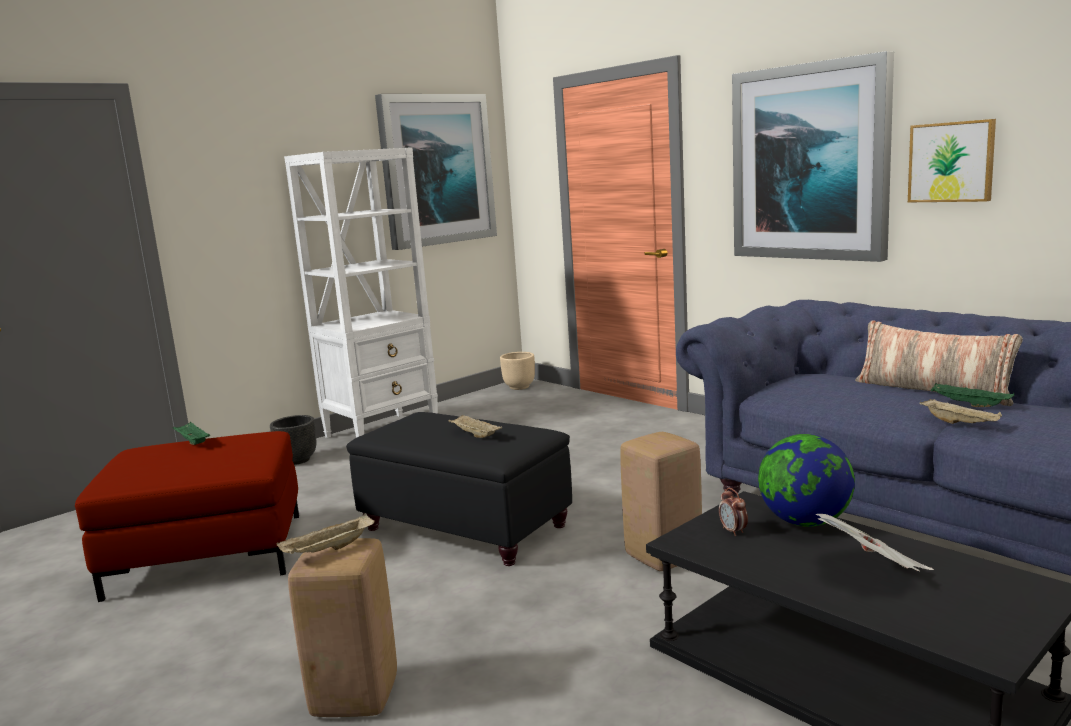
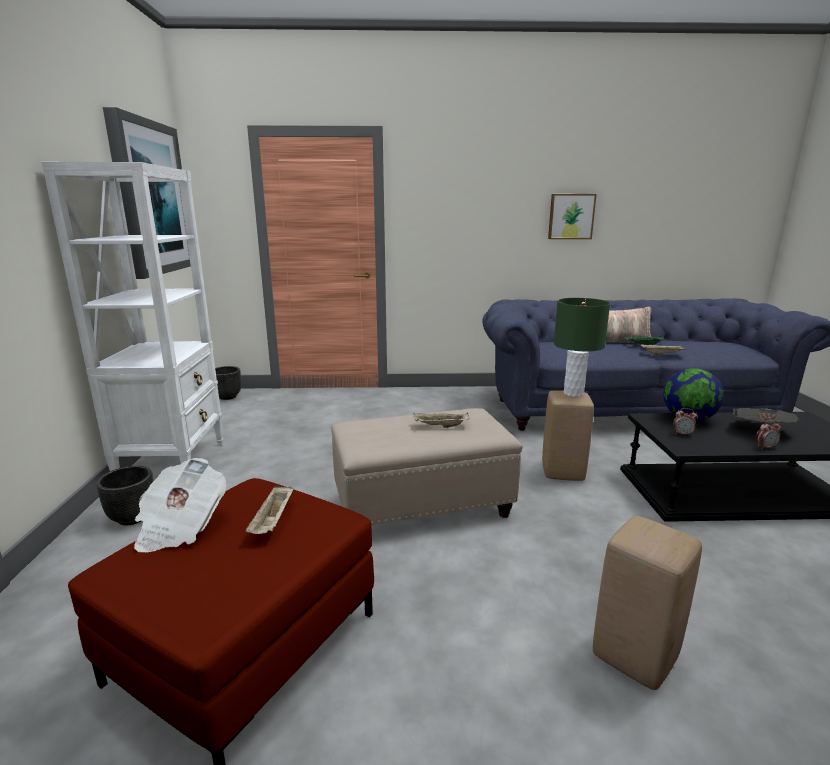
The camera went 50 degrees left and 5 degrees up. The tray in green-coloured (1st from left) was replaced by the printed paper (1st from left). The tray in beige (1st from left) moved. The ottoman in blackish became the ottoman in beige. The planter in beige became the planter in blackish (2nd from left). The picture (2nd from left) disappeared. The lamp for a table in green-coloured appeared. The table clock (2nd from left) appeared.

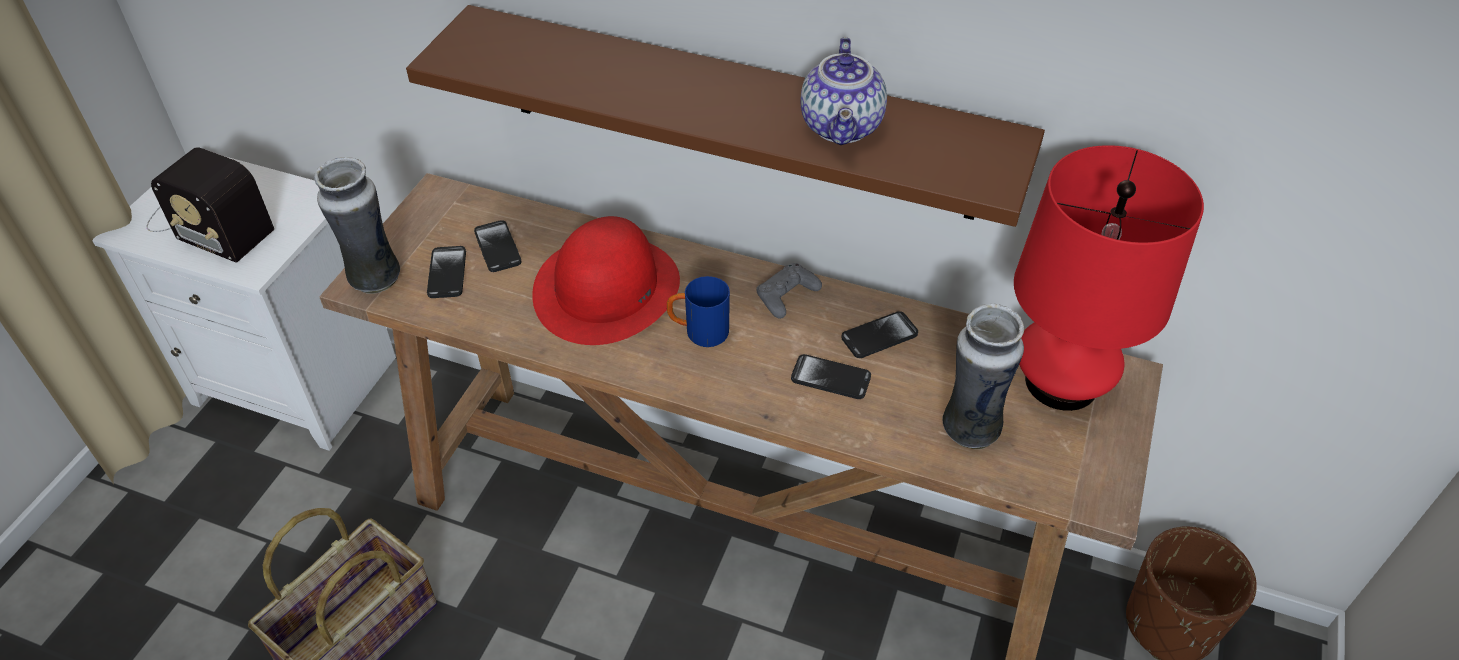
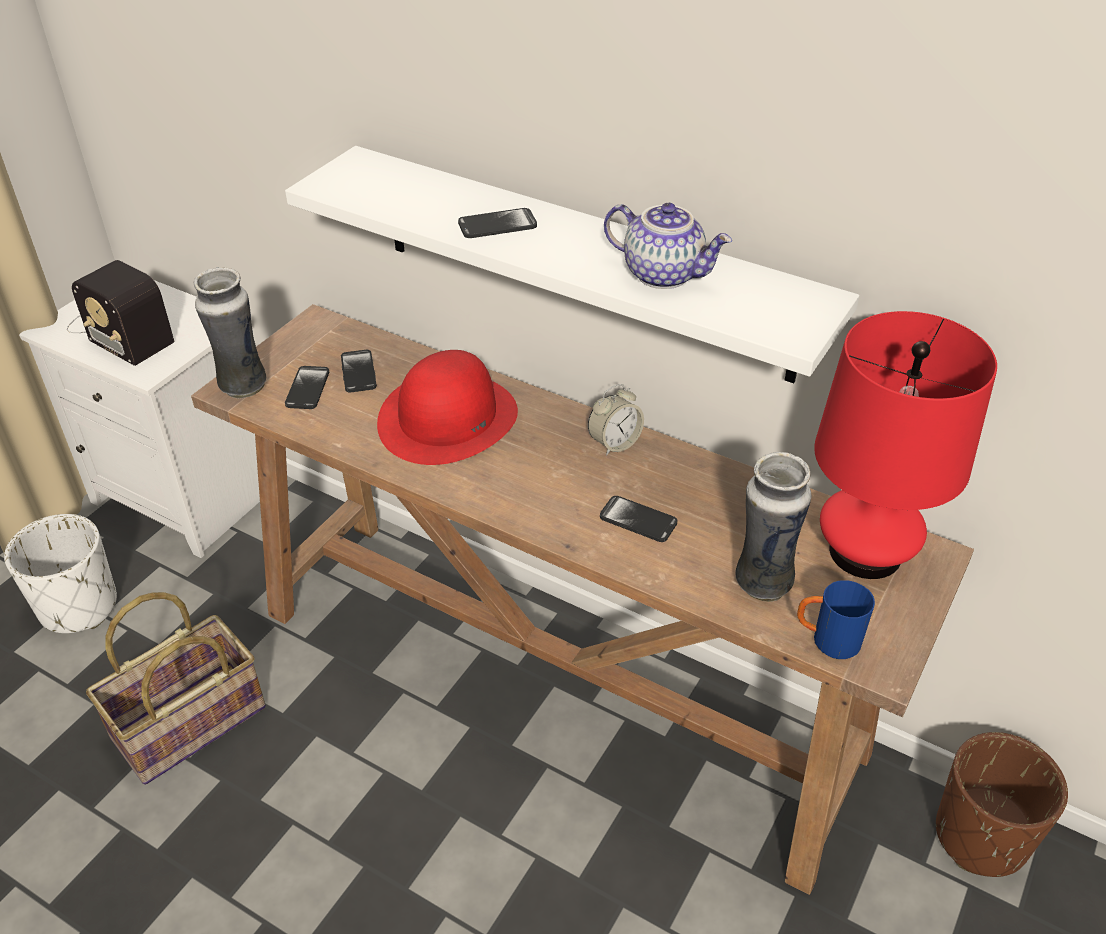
The camera went 10 degrees right and 5 degrees down. The shelf in brown-coloured became the shelf in white-coloured. The coffee mug in blue-coloured moved. The gamepad in gray was replaced by the table clock. The pot for tea turned 75 degrees counterclockwise. The telephone (4th from left in the first image) moved. The planter in white-coloured appeared.

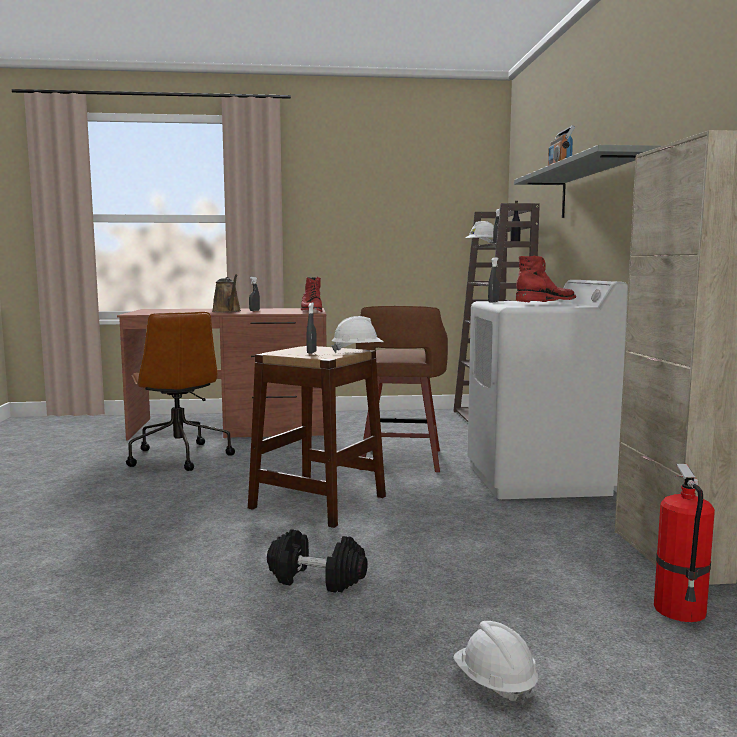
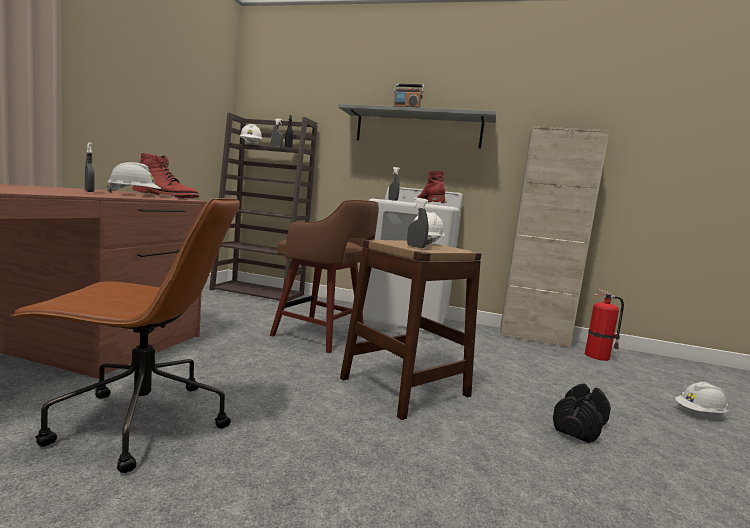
The camera went 70 degrees left and 0 degrees up. The watering can in brown-coloured disappeared. The safety helmet in white-coloured (1st from left) appeared.

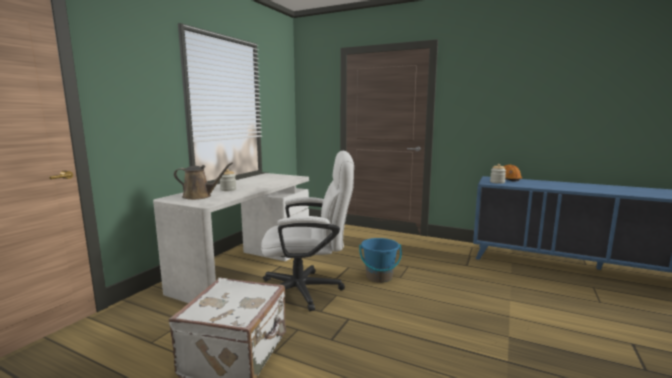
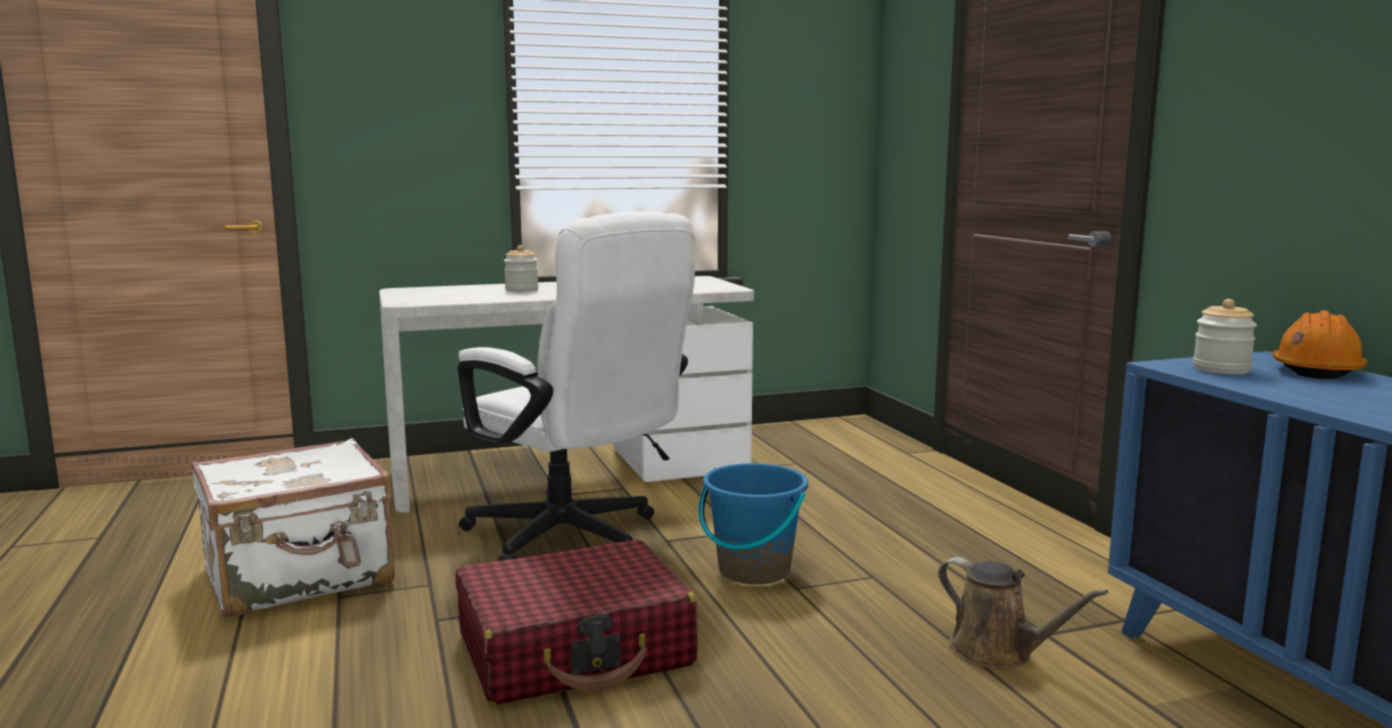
The camera went 45 degrees right and 0 degrees up. The watering can in brown-coloured moved. The travel case in reddish appeared.

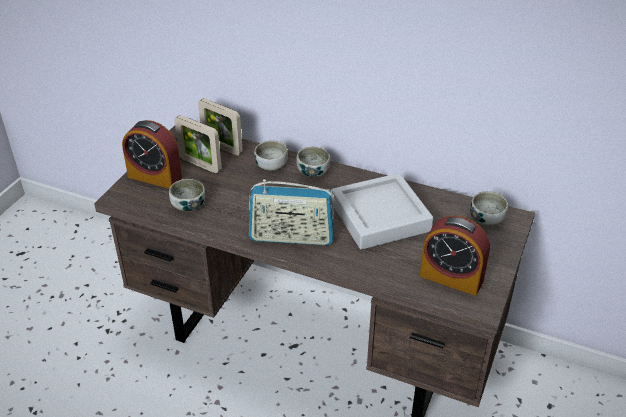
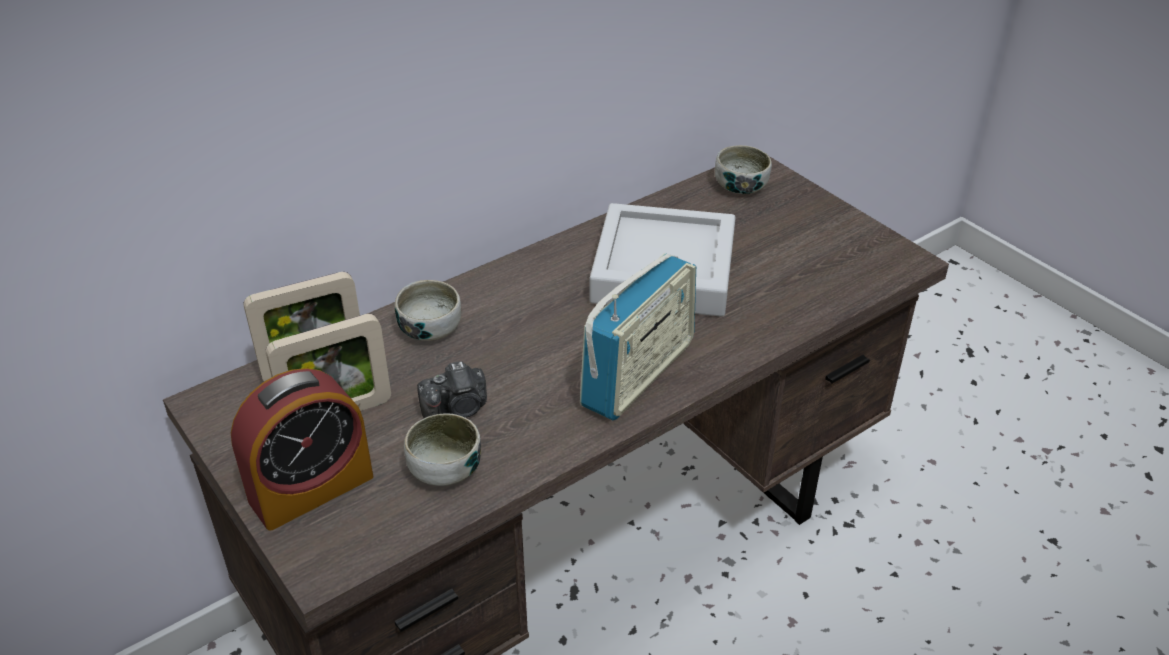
The camera went 60 degrees left and 0 degrees up. The bowl (3rd from left) disappeared. The table clock (2nd from left) disappeared. The still camera appeared.

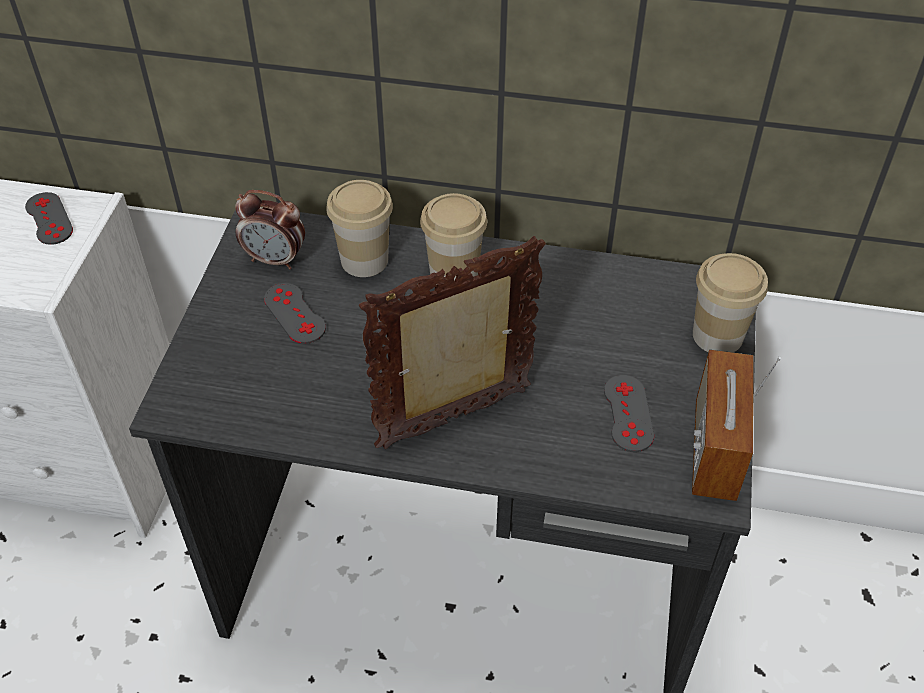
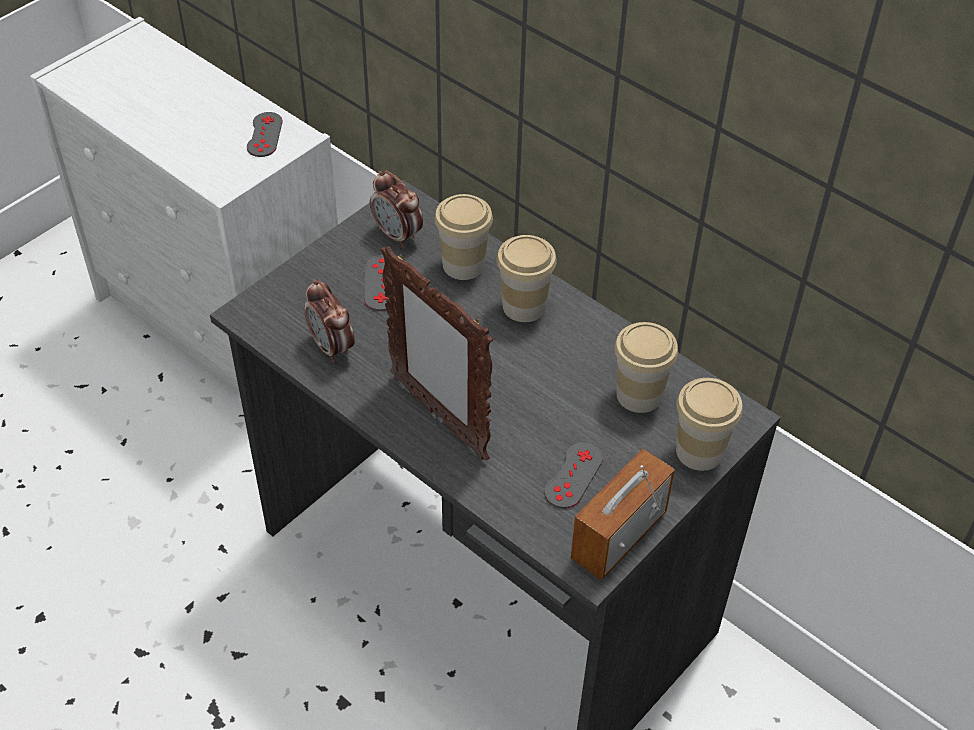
The camera went 30 degrees right and 0 degrees up. The standing frame turned 135 degrees counterclockwise. The table clock (1st from left) appeared. The drinking cup (3rd from left) appeared.

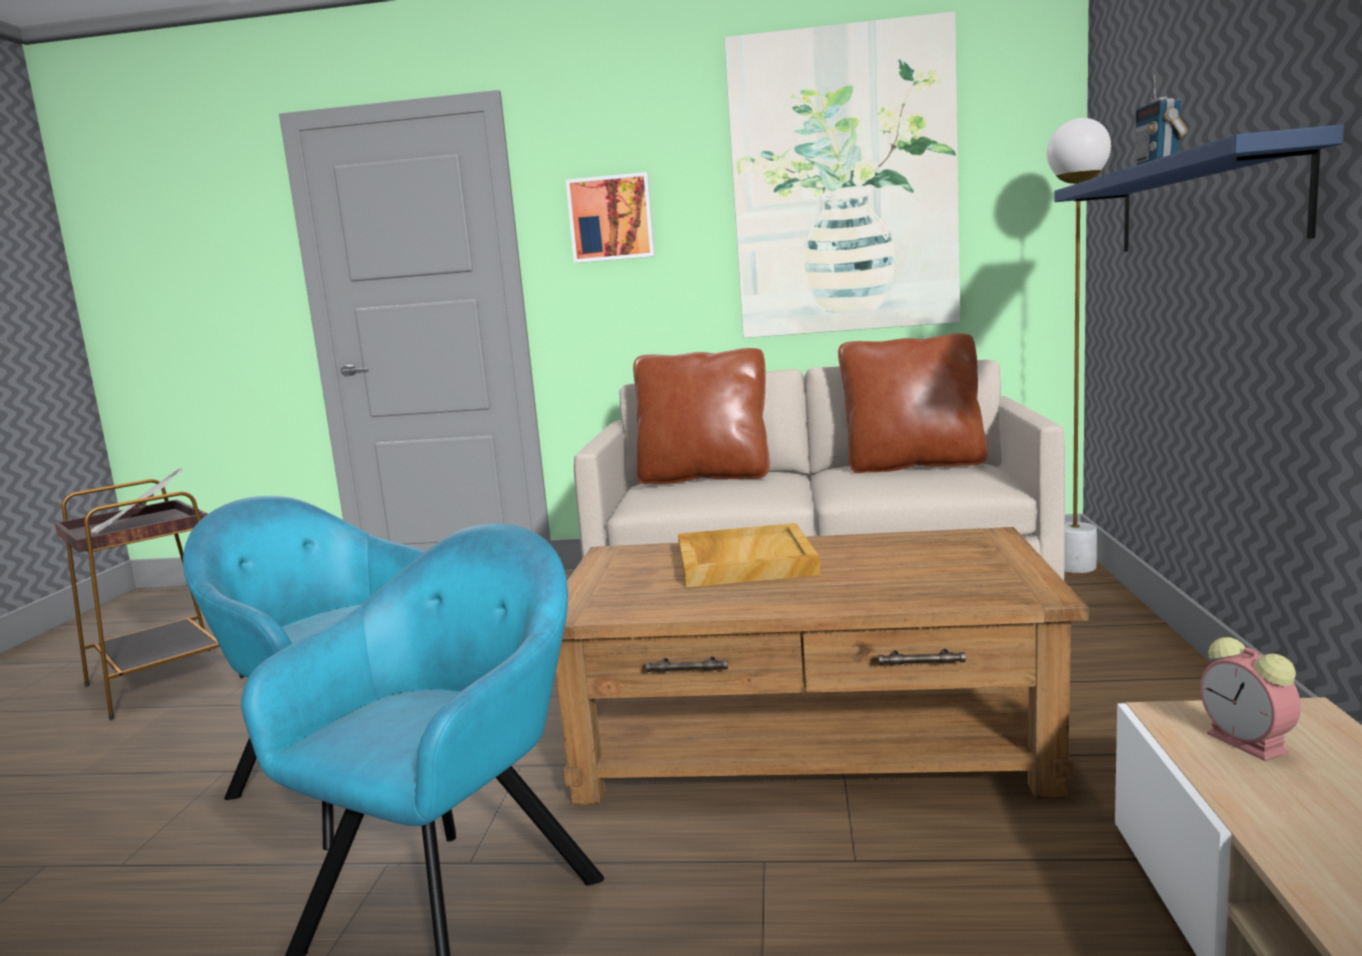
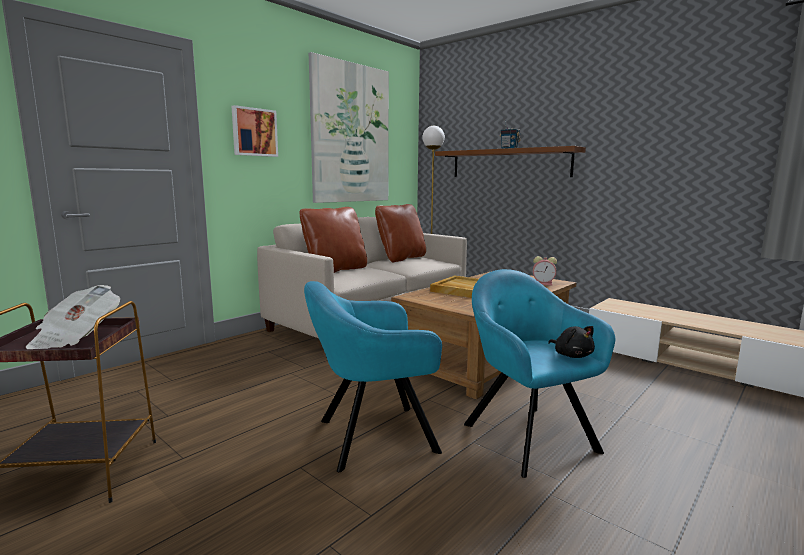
The camera went 55 degrees left and 0 degrees up. The shelf in blue-coloured became the shelf in brown-coloured. The table clock moved. The cuddly toy in blackish appeared.

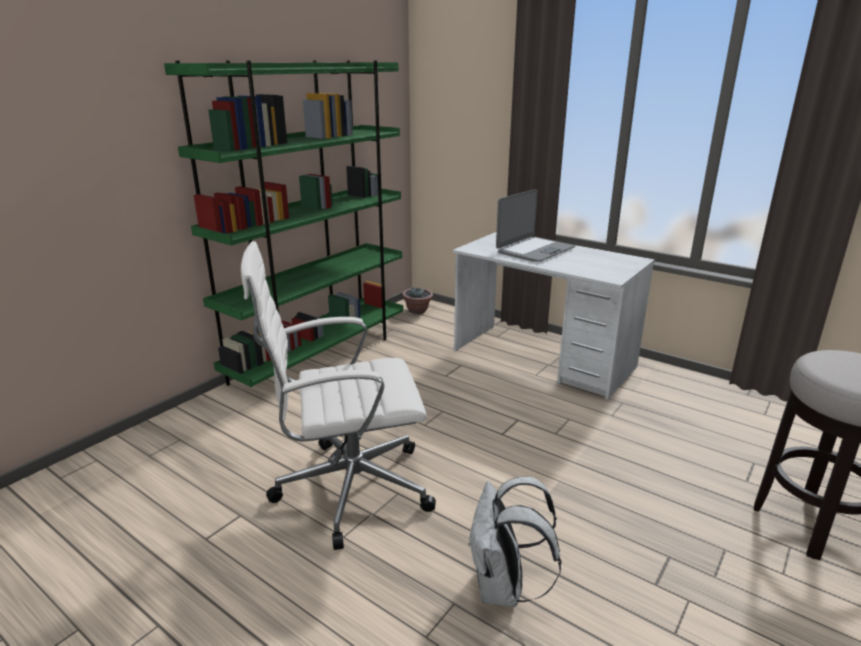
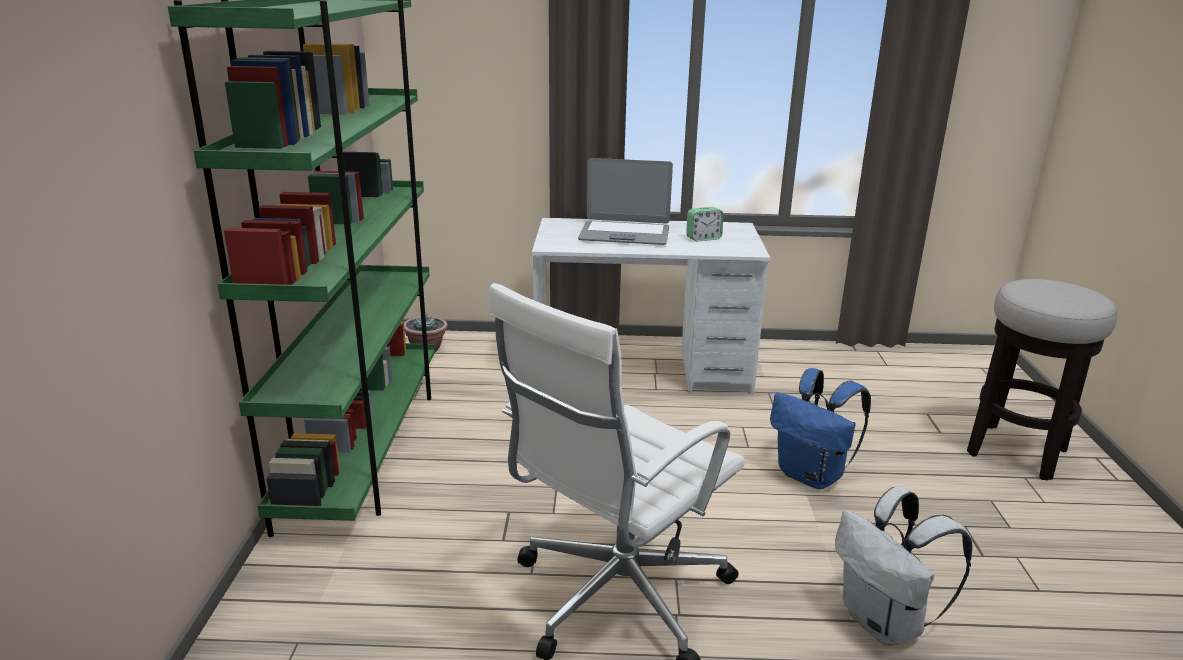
The camera went 35 degrees left and 0 degrees up. The portable computer turned 90 degrees clockwise. The table clock appeared. The backpack in blue-coloured appeared.

